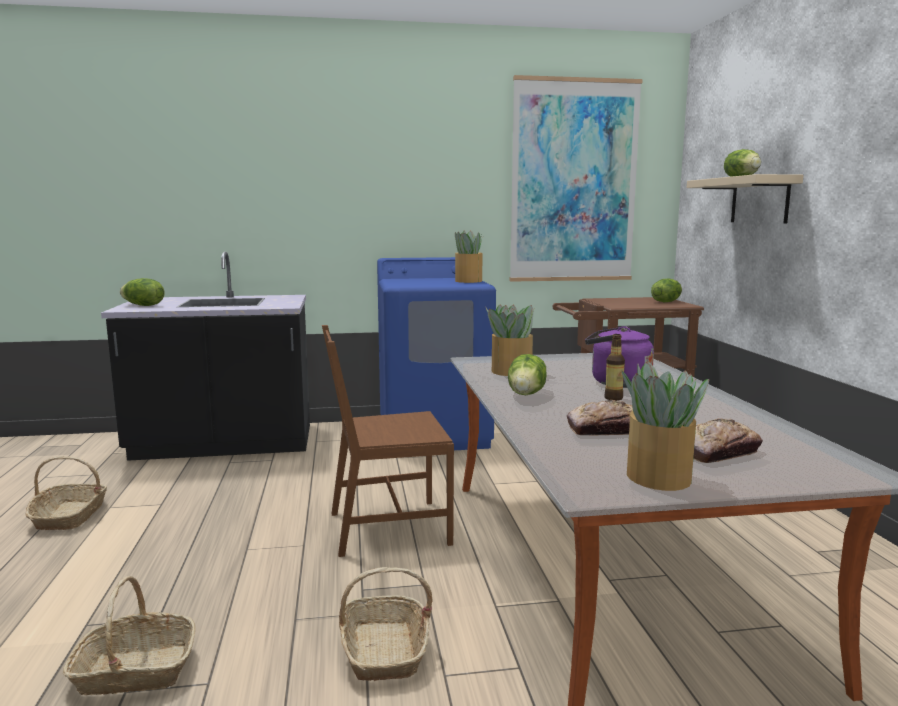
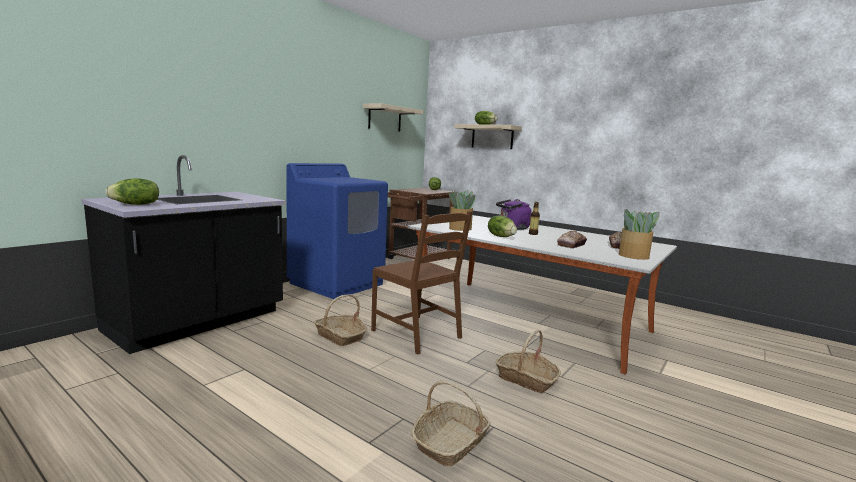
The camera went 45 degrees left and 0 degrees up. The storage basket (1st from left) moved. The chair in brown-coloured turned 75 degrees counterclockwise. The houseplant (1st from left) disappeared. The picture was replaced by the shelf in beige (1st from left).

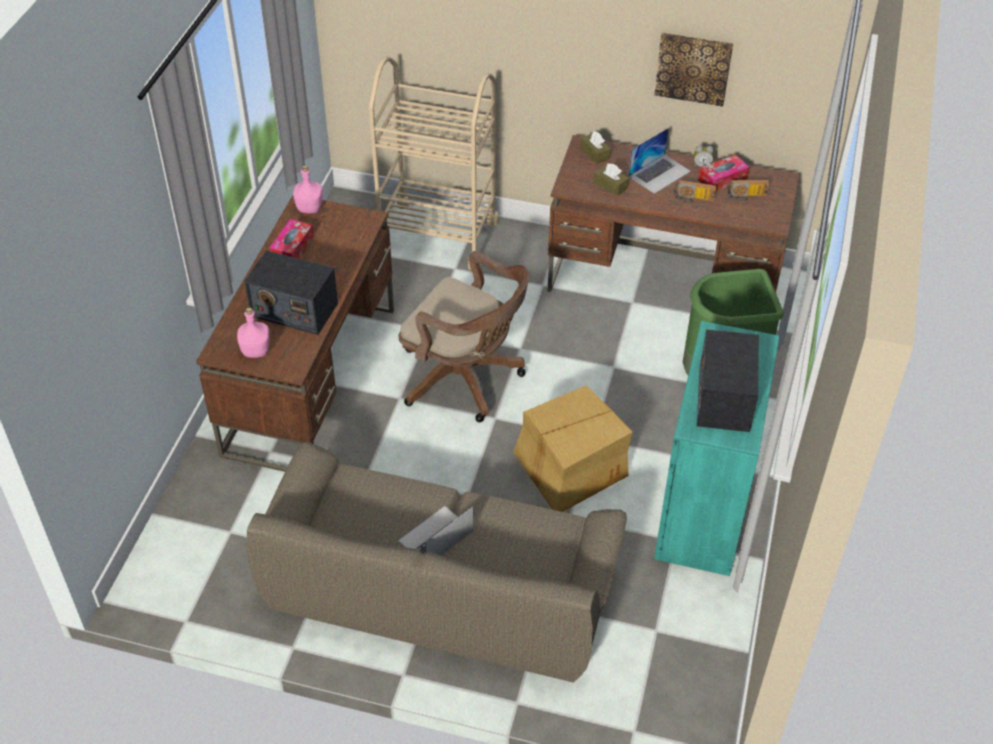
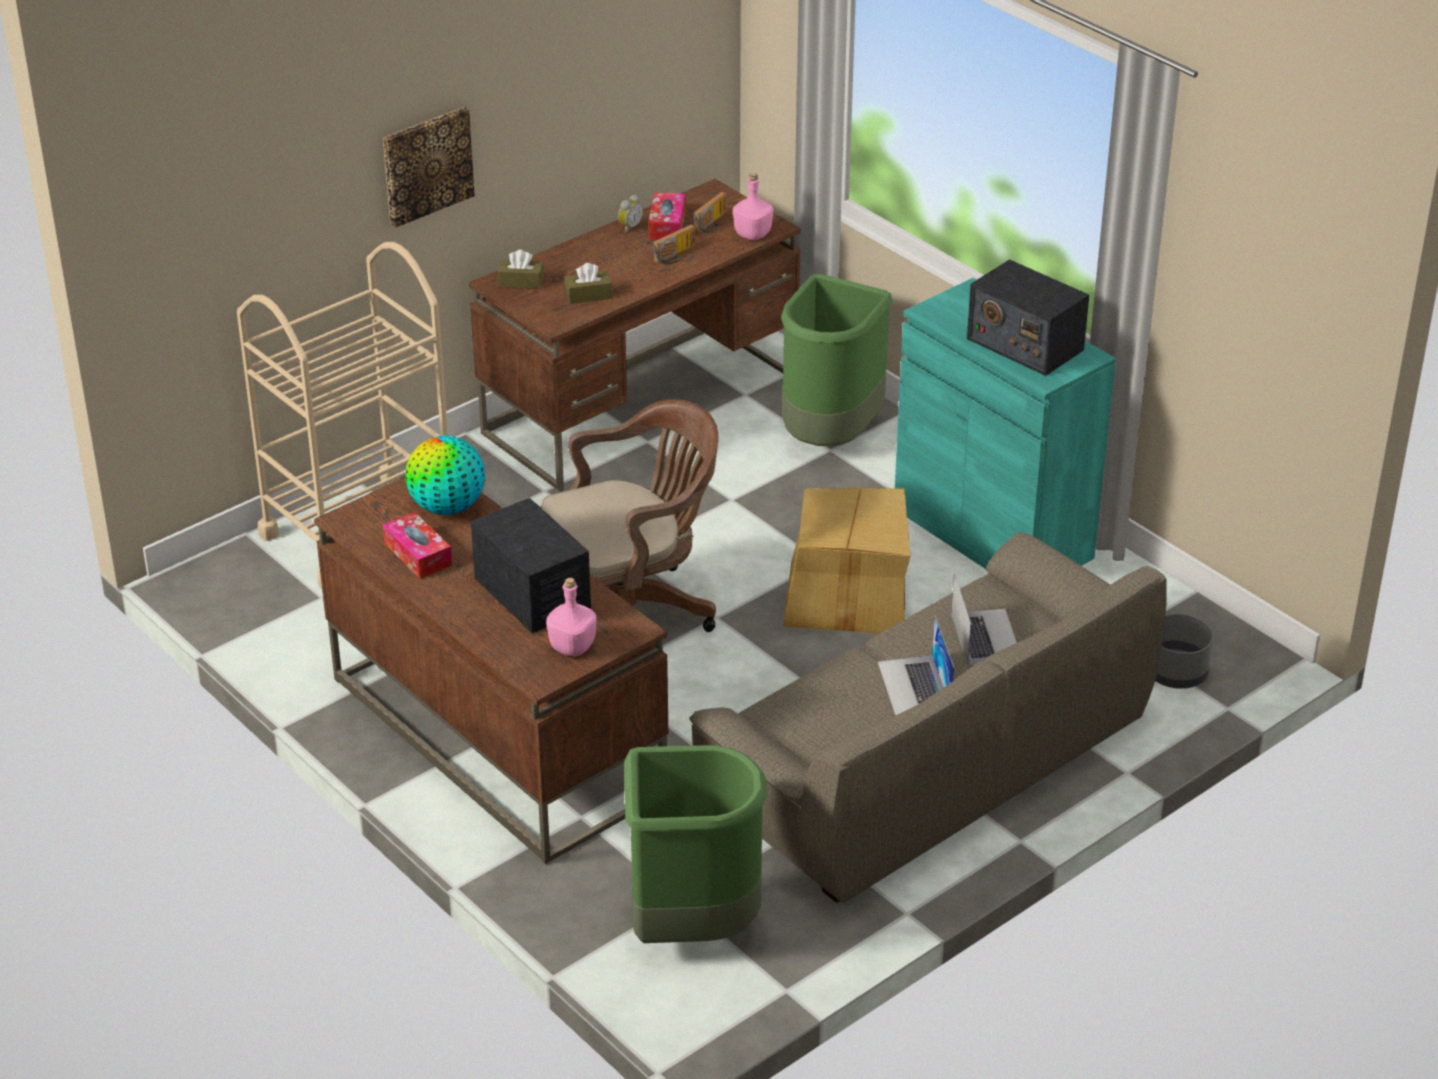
The camera went 55 degrees left and 10 degrees down. The radio (1st from left) turned 90 degrees counterclockwise. The beverage bottle in pinkish (2nd from left) moved. The portable computer (2nd from left) moved. The picture moved. The desk globe appeared. The trash can in green-coloured (1st from left) appeared. The planter in gray appeared.

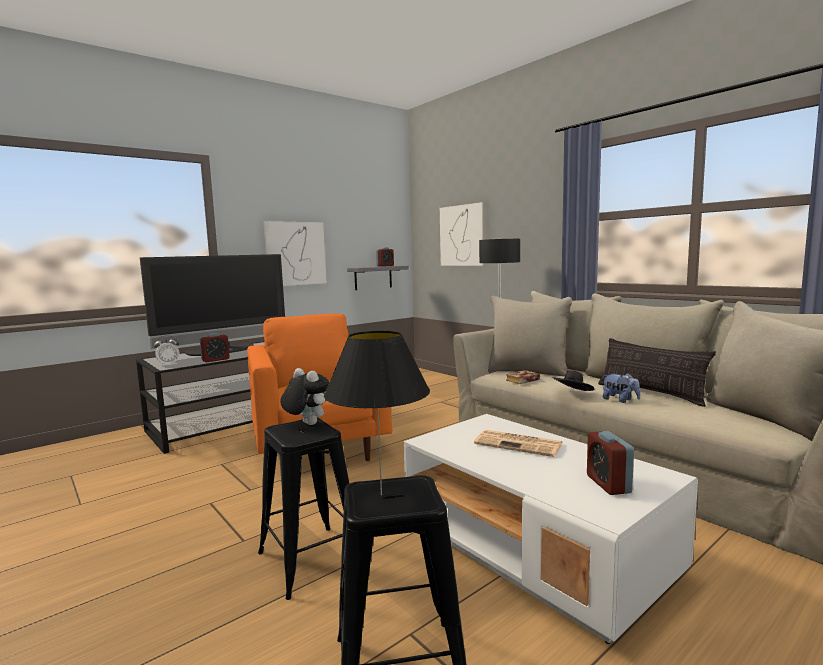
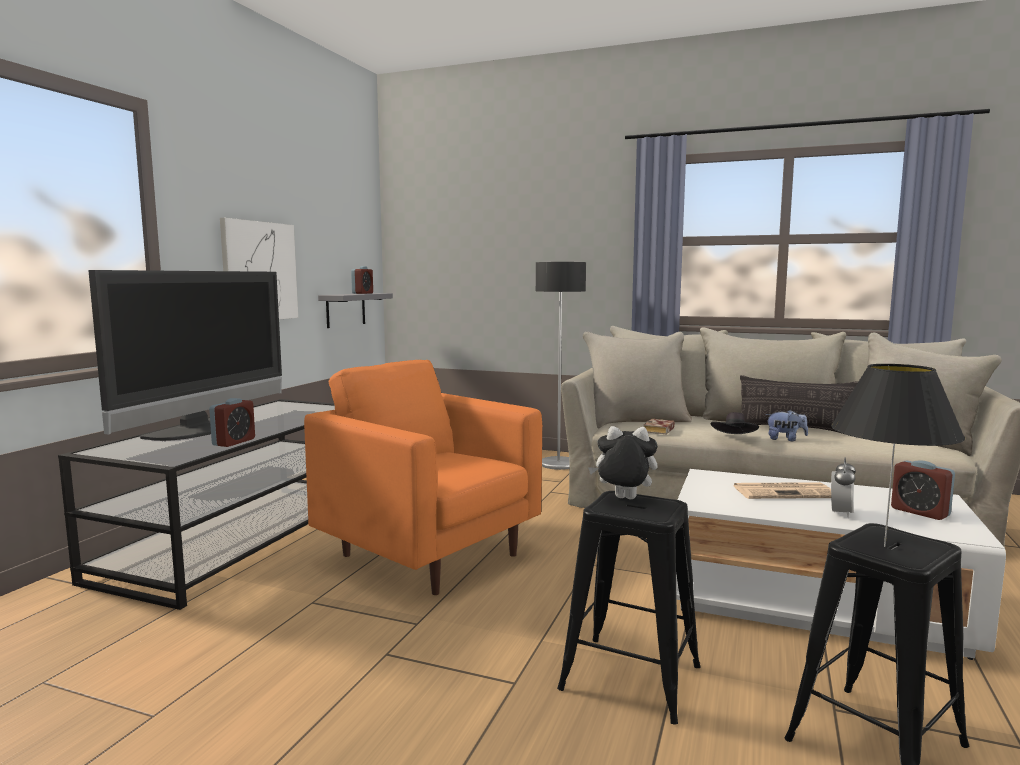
The camera went 30 degrees left and 0 degrees up. The table clock (1st from left in the first image) moved. The picture (2nd from left) disappeared.

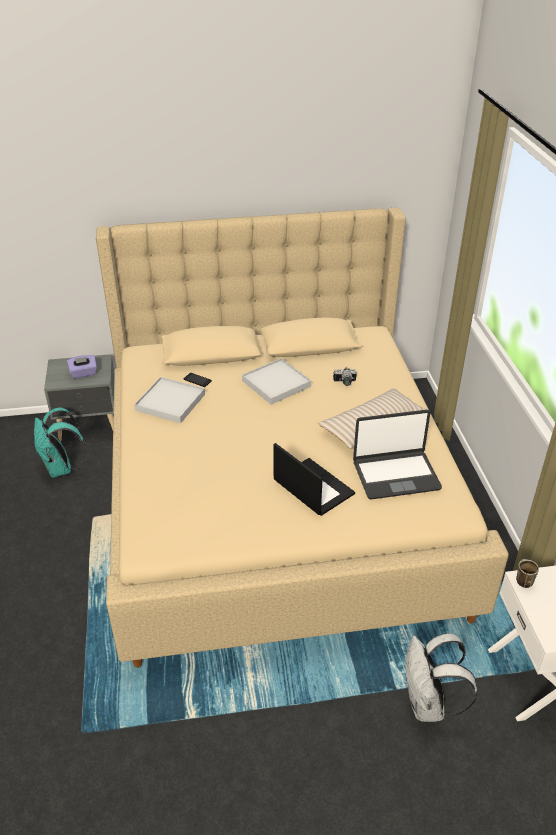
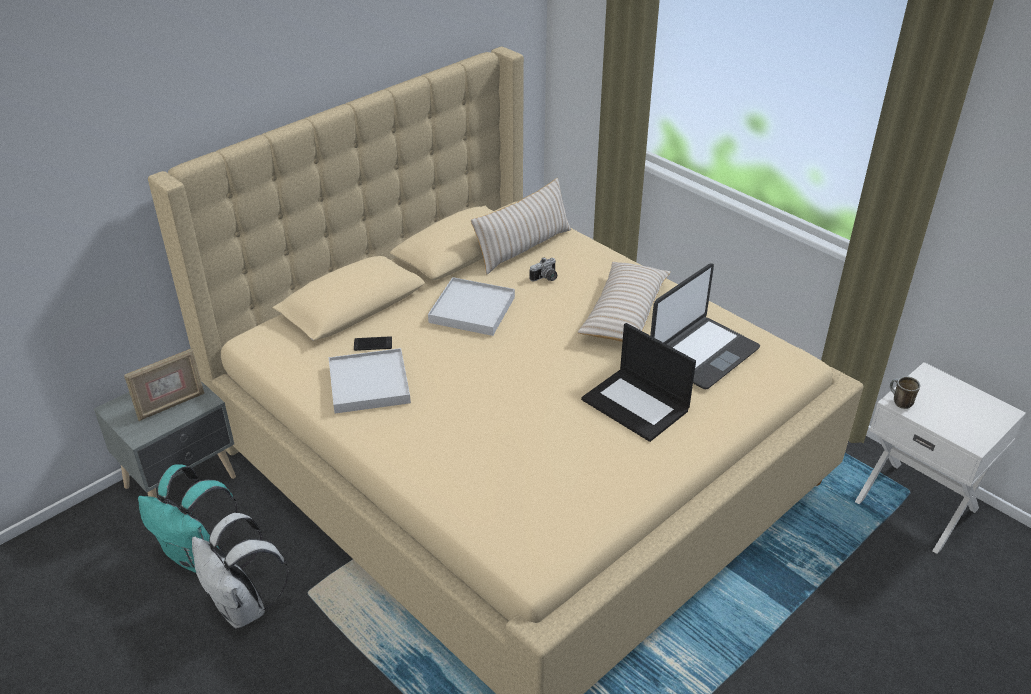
The camera went 35 degrees left and 0 degrees up. The tissue holder in purplish was replaced by the standing frame. The portable computer (1st from left) turned 150 degrees counterclockwise. The backpack in white-coloured moved. The cushion in beige (1st from left) appeared.

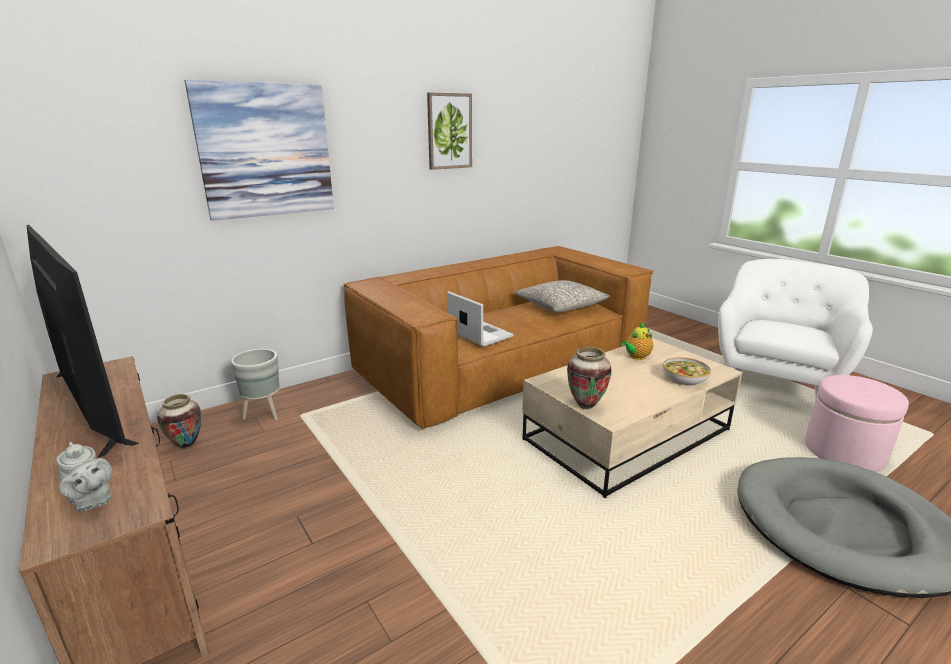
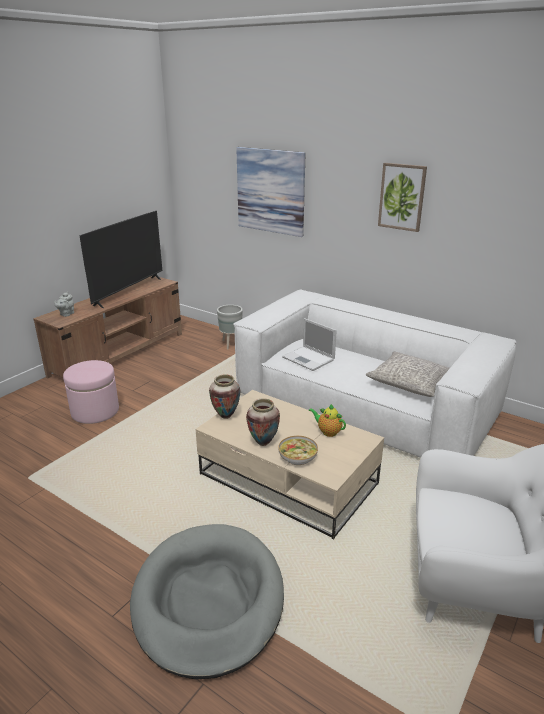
The camera went 70 degrees right and 5 degrees up. The flower vase (1st from left in the first image) moved. The settee in brown-coloured became the settee in white-coloured. The portable computer turned 105 degrees clockwise. The ottoman in pinkish moved.

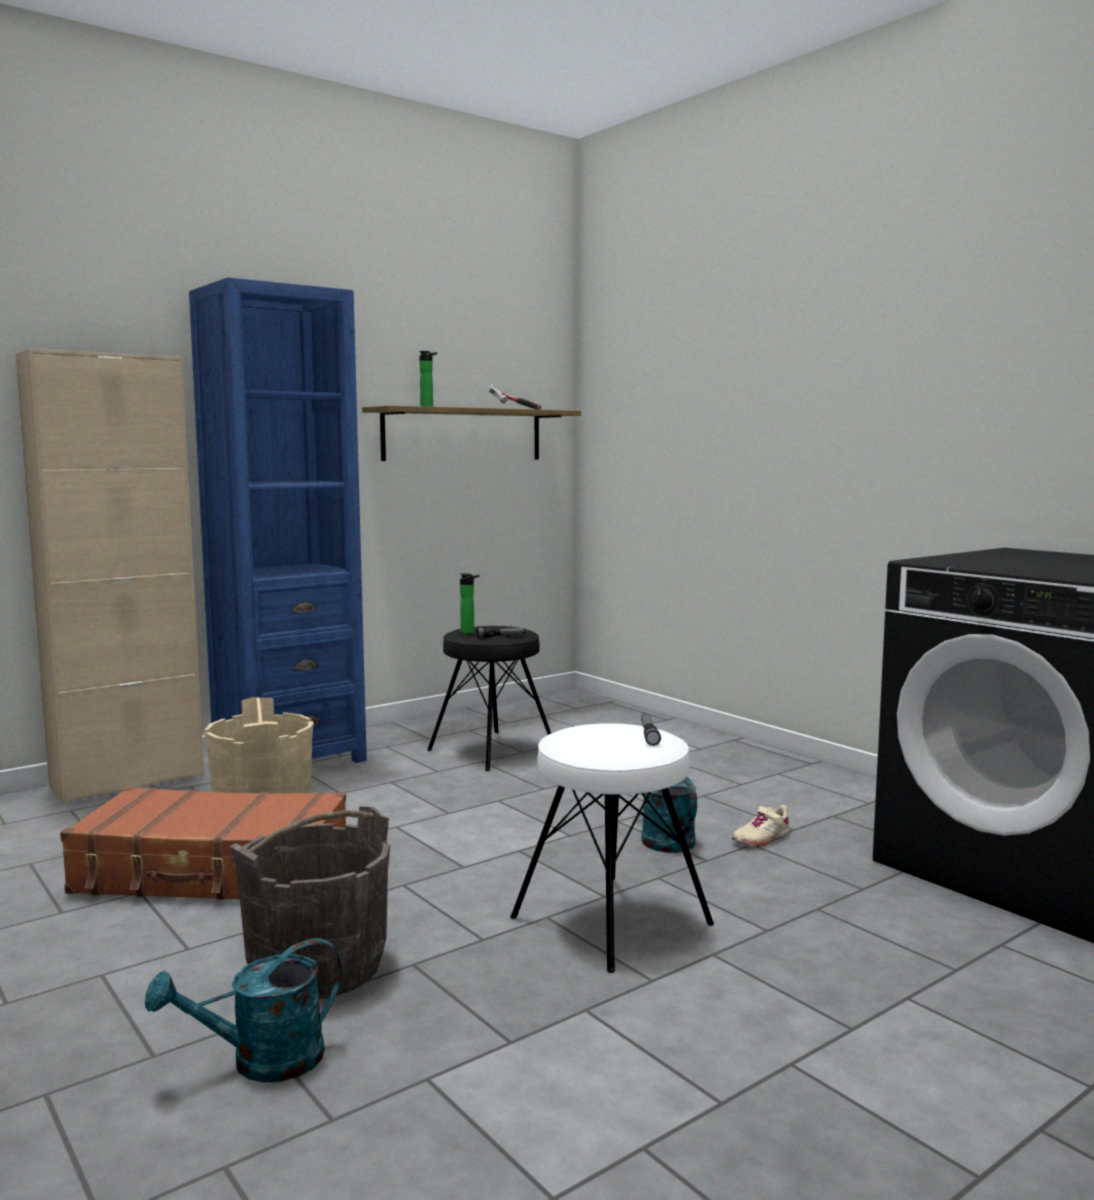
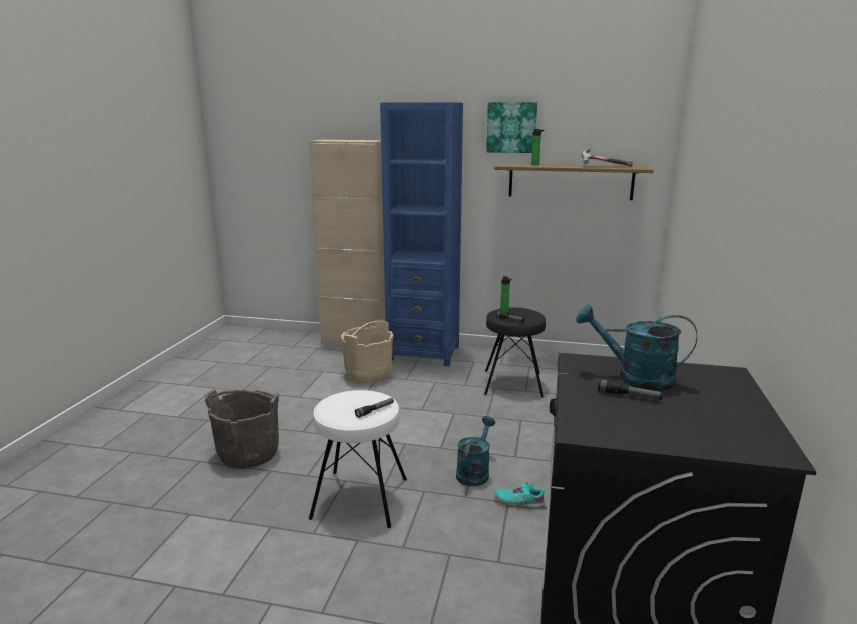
The camera went 50 degrees right and 10 degrees up. The travel case in brown-coloured disappeared. The watering can in blue-green (1st from left in the first image) moved. The low shoe in beige became the low shoe in blue-green. The picture appeared. The hand torch (3rd from left) appeared.

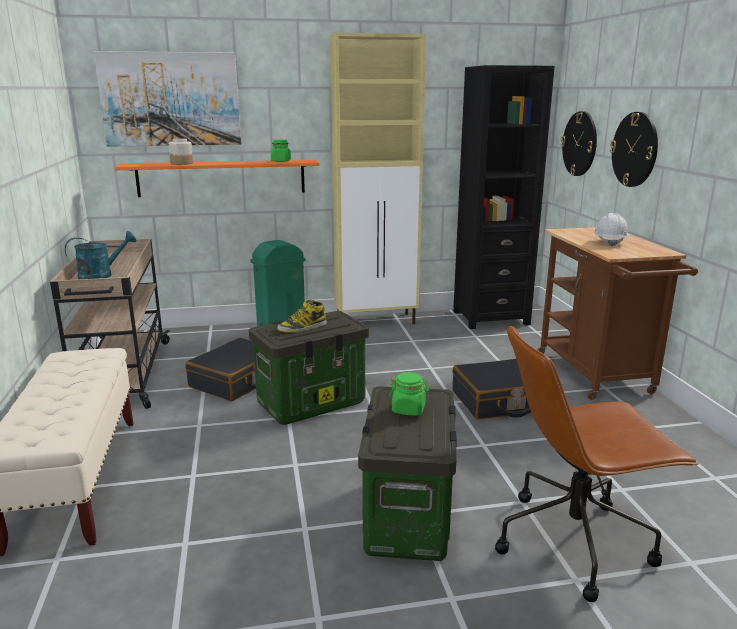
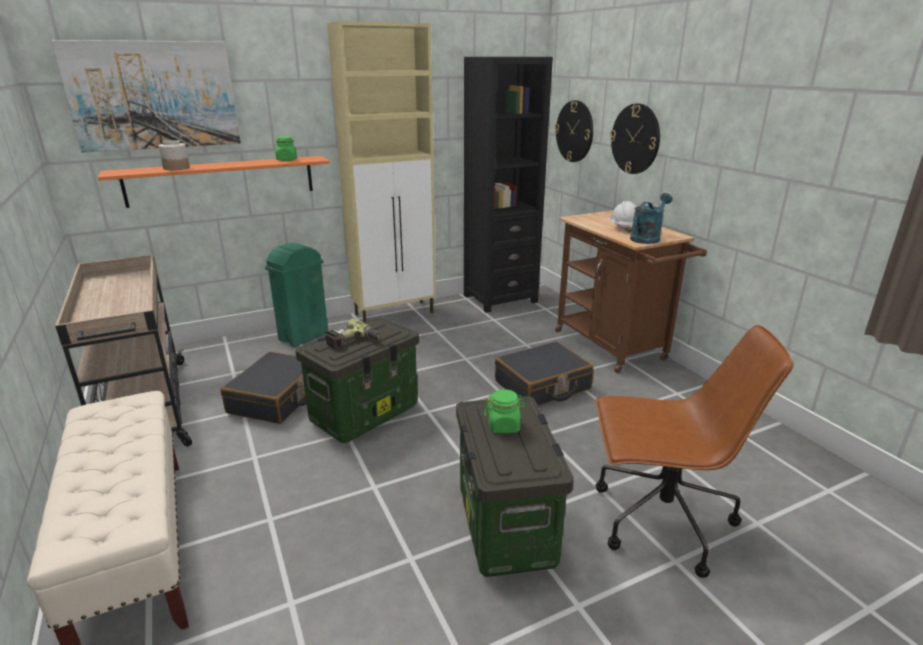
The camera went 15 degrees left and 5 degrees up. The watering can in blue-green moved. The high-top boot was replaced by the power drill. The computer chair in brown-coloured turned 150 degrees counterclockwise.

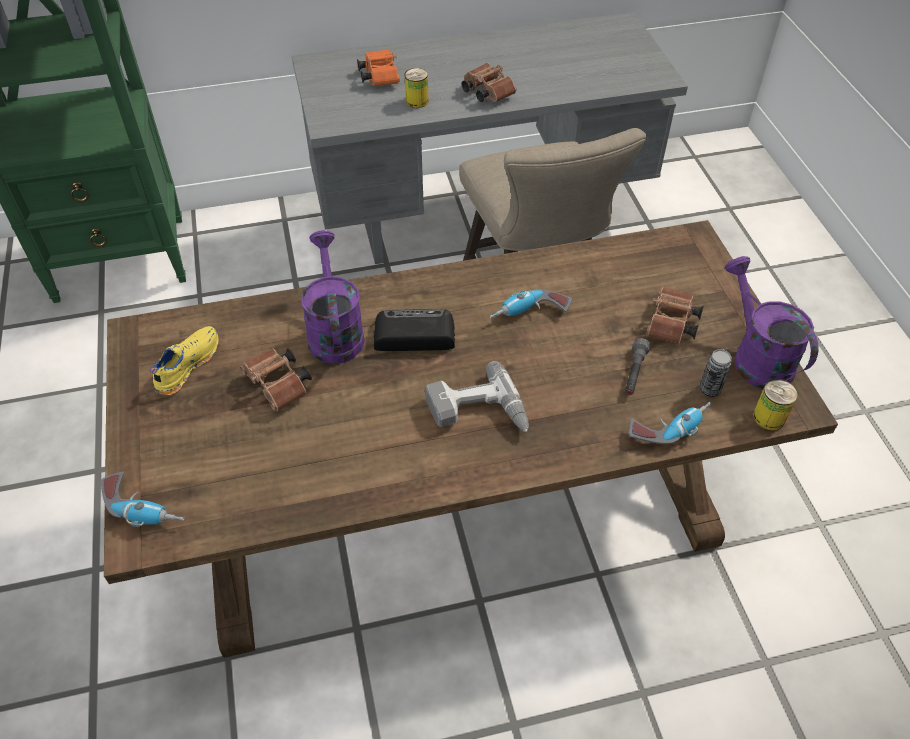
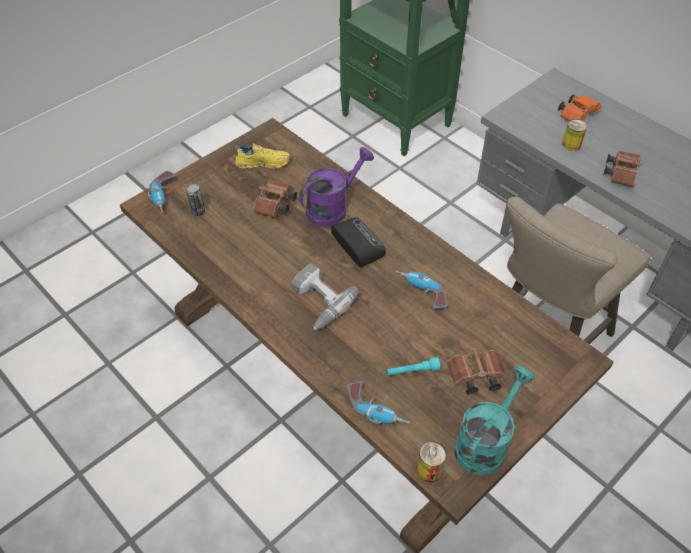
The camera went 60 degrees right and 0 degrees up. The hand torch in gray became the hand torch in blue-green. The metal can (2nd from left in the first image) moved. The watering can in purplish (2nd from left) became the watering can in blue-green.

